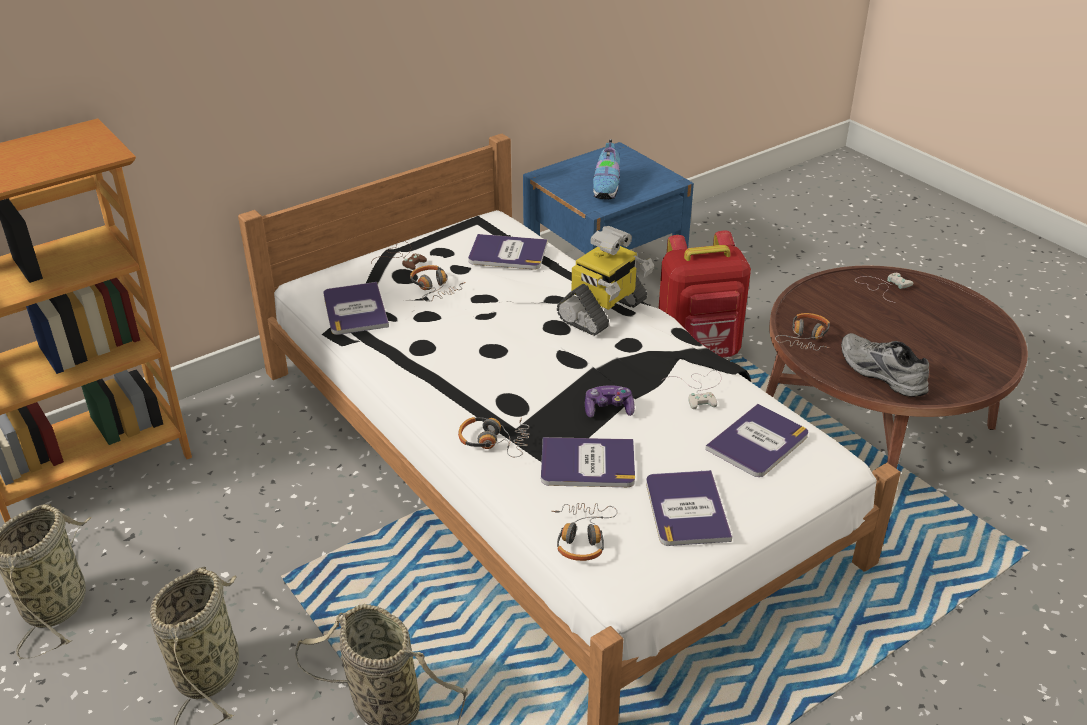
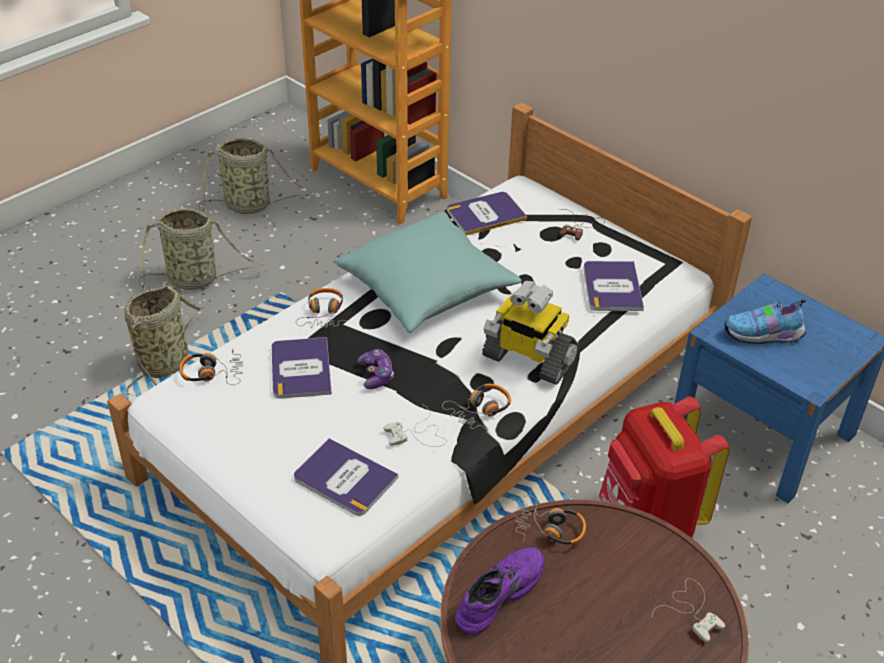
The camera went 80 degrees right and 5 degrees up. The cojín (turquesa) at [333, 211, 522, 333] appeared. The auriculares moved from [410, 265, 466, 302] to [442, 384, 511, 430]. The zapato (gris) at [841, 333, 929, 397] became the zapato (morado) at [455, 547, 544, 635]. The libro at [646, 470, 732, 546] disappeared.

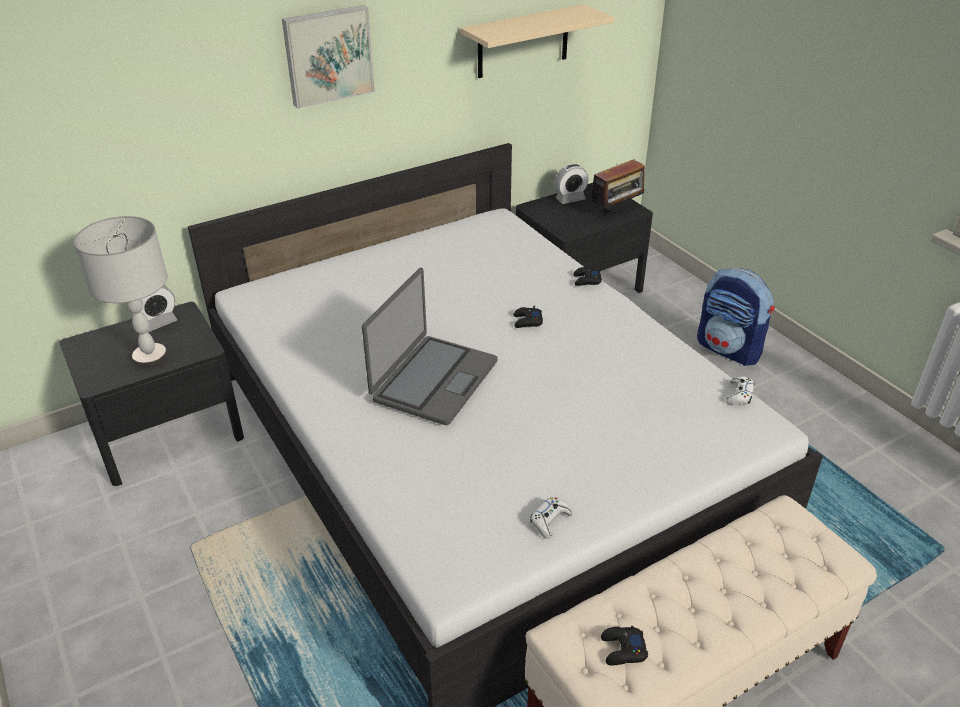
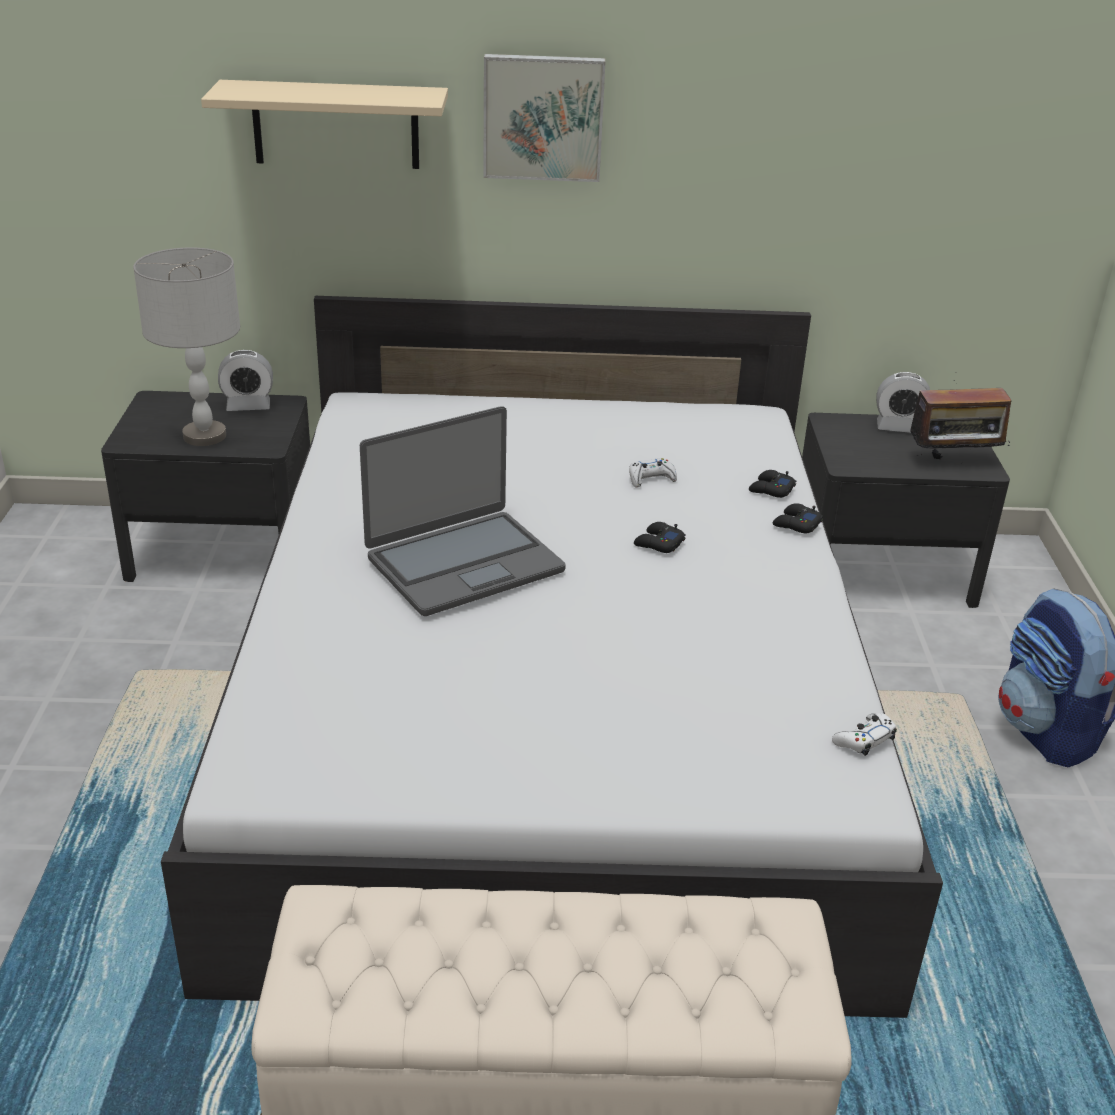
The camera went 30 degrees right and 5 degrees down. The estante (beis) moved from [460, 4, 614, 78] to [201, 80, 448, 169]. The mando de consola (blanco) moved from [530, 497, 572, 539] to [629, 458, 677, 488]. The mando de consola (negro) moved from [601, 626, 648, 666] to [749, 470, 796, 498].

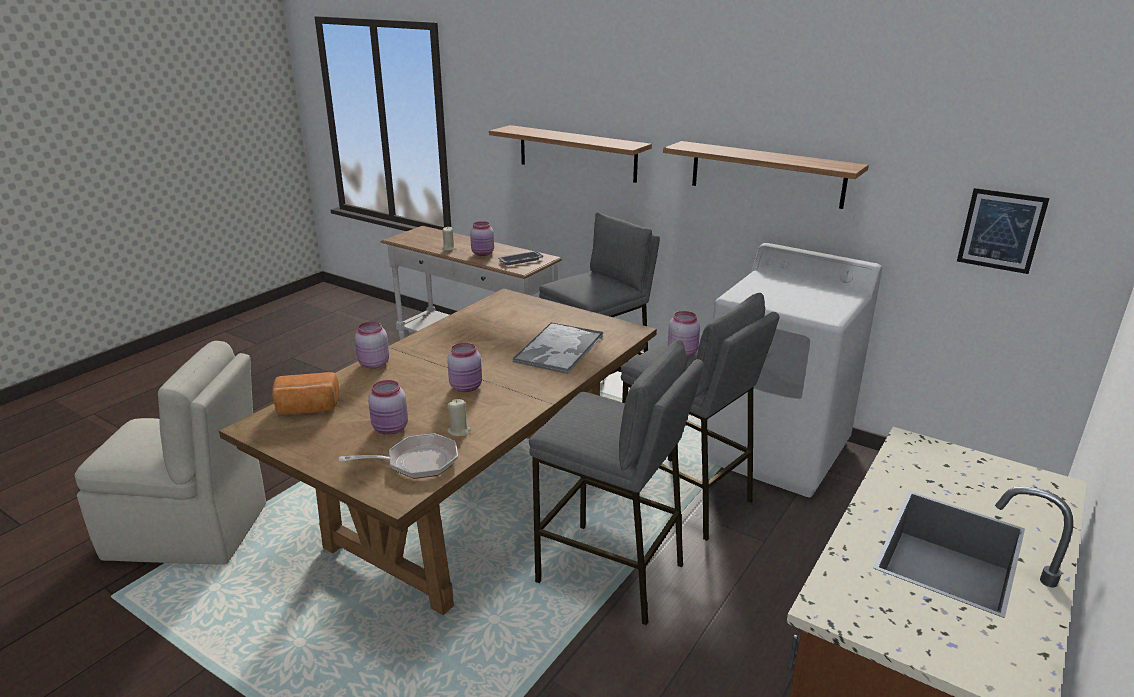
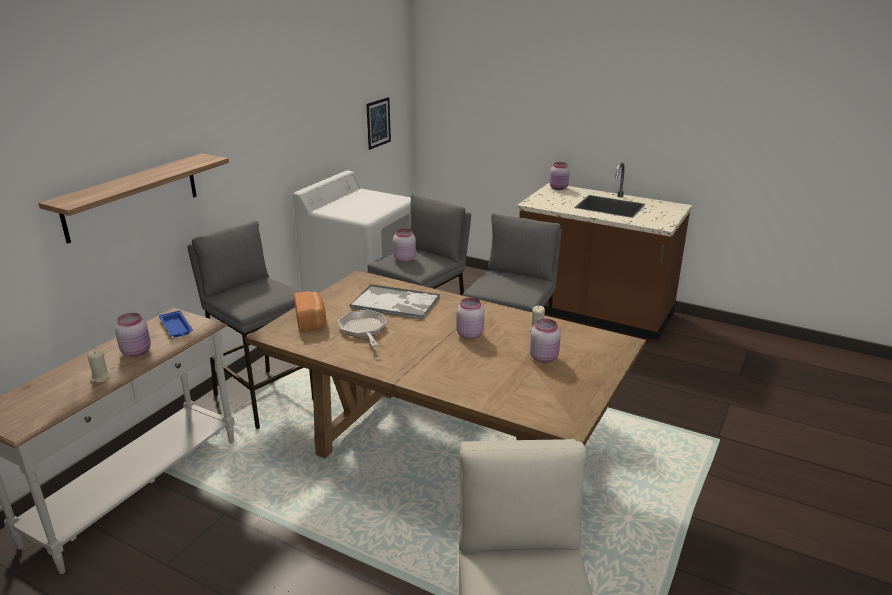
The camera went 95 degrees left and 0 degrees up. The bandeja (gris) at [498, 250, 543, 265] became the bandeja (azul) at [159, 310, 193, 337]. The pan moved from [272, 372, 339, 415] to [294, 291, 326, 332]. The sartén moved from [339, 433, 458, 479] to [338, 310, 387, 346]. The tarro (rosa) moved from [355, 322, 389, 369] to [550, 162, 569, 190]. The estante at [663, 141, 869, 209] disappeared.

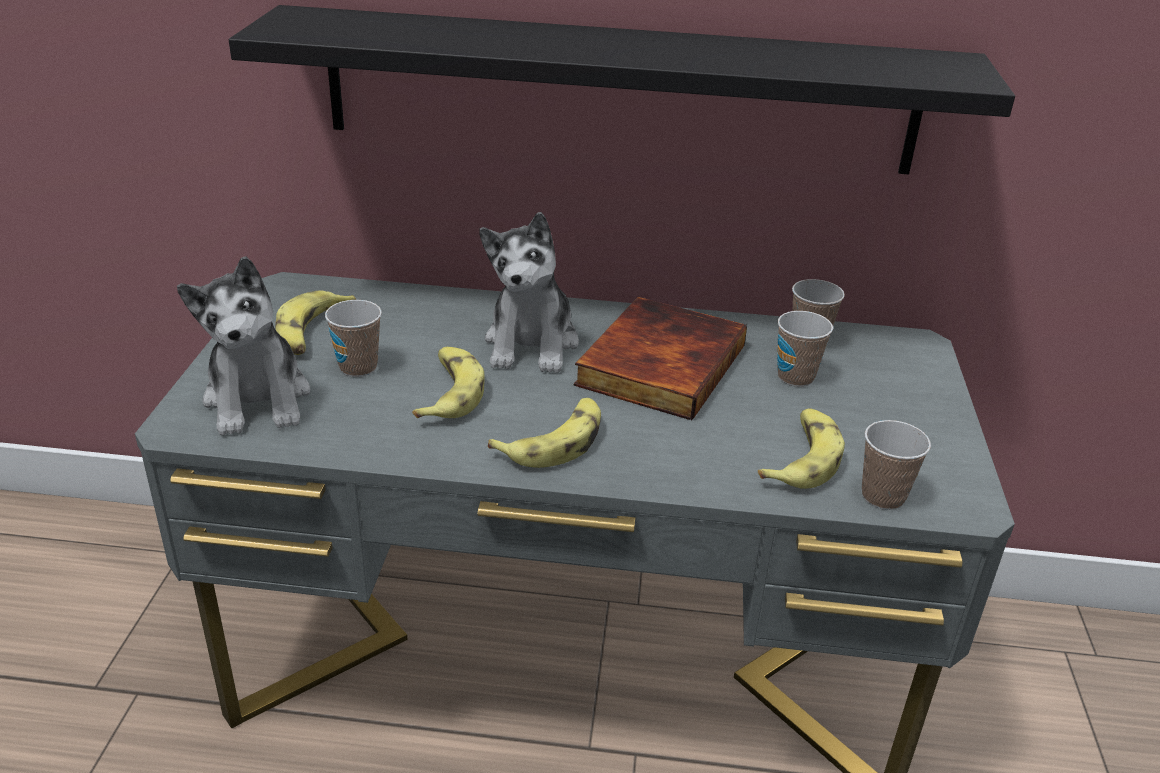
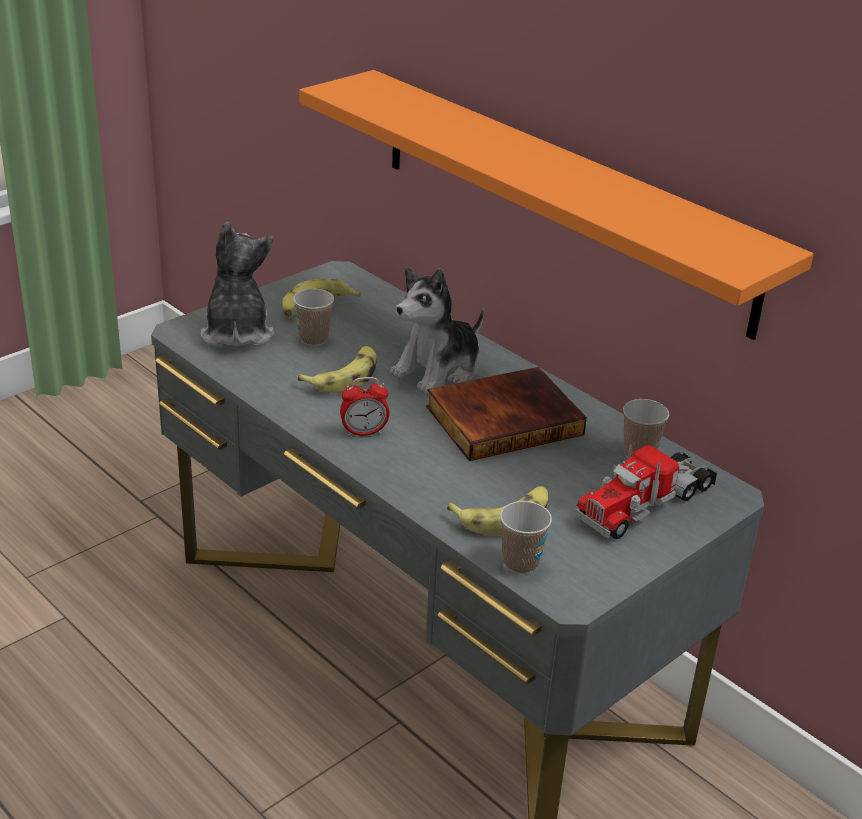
The camera went 40 degrees right and 0 degrees up. The peluche at [177, 256, 310, 436] turned 150 degrees clockwise. The estante (negro) at [229, 5, 1015, 174] became the estante (naranja) at [299, 70, 814, 340]. The plátano at [488, 398, 601, 468] was replaced by the despertador at [340, 377, 390, 437]. The camión de juguete at [575, 444, 718, 539] appeared. The taza at [777, 311, 833, 387] disappeared.

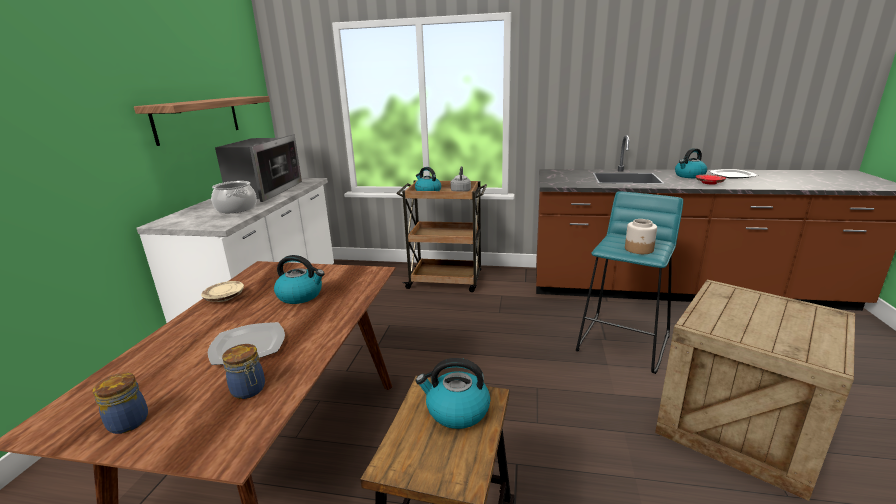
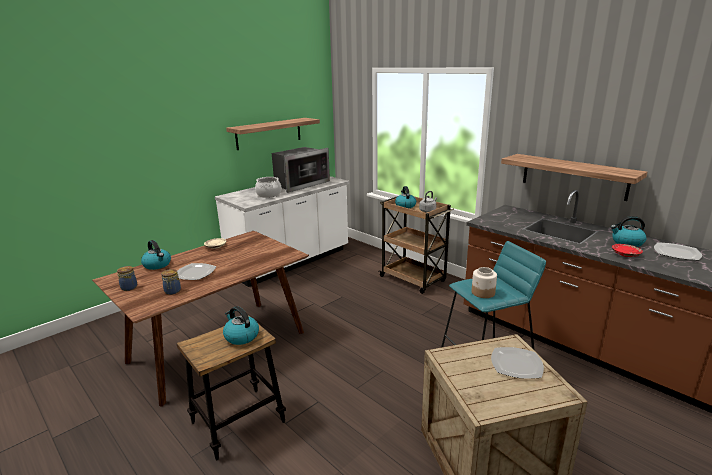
The camera went 35 degrees right and 0 degrees up. The hervidor moved from [274, 255, 325, 304] to [141, 240, 171, 270]. The plato at [491, 347, 544, 379] appeared. The estante at [501, 154, 648, 201] appeared.

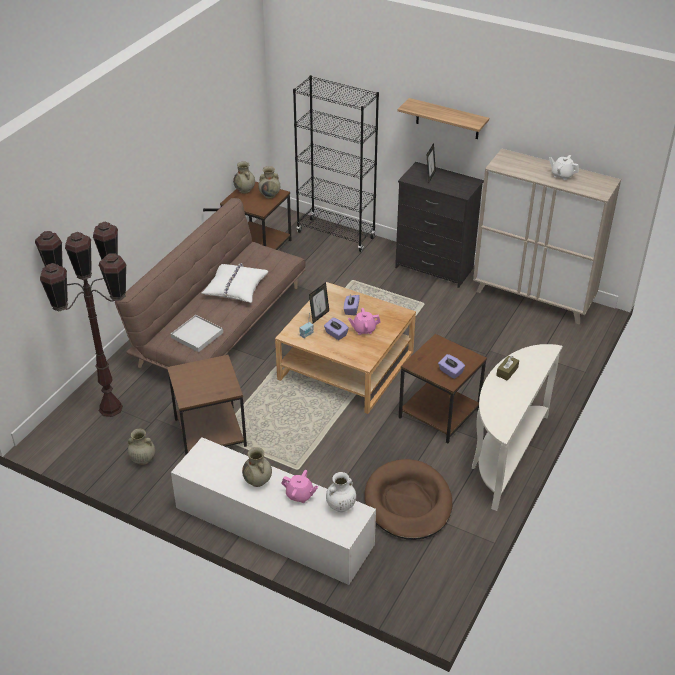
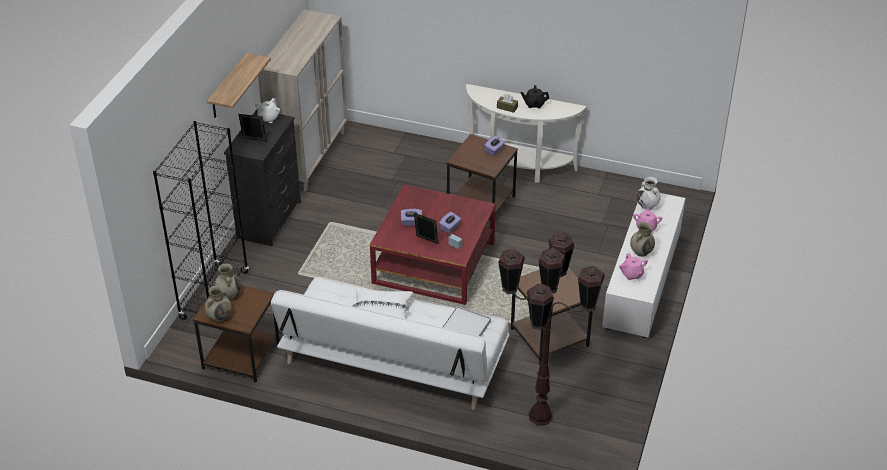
The camera went 100 degrees left and 0 degrees up. The tetera (blanco) moved from [549, 155, 579, 180] to [255, 98, 280, 123]. The sofá (marrón) at [115, 198, 306, 369] became the sofá (blanco) at [271, 277, 510, 410]. The mesa de centro (beis) at [275, 282, 416, 414] became the mesa de centro (rojo) at [370, 185, 496, 305]. The tetera (negro) at [521, 85, 549, 108] appeared. The tetera (rosa) moved from [348, 308, 381, 335] to [619, 253, 648, 280]. The florero (beis) at [128, 429, 155, 465] disappeared. The cama para perro (marrón) at [365, 459, 452, 540] disappeared.

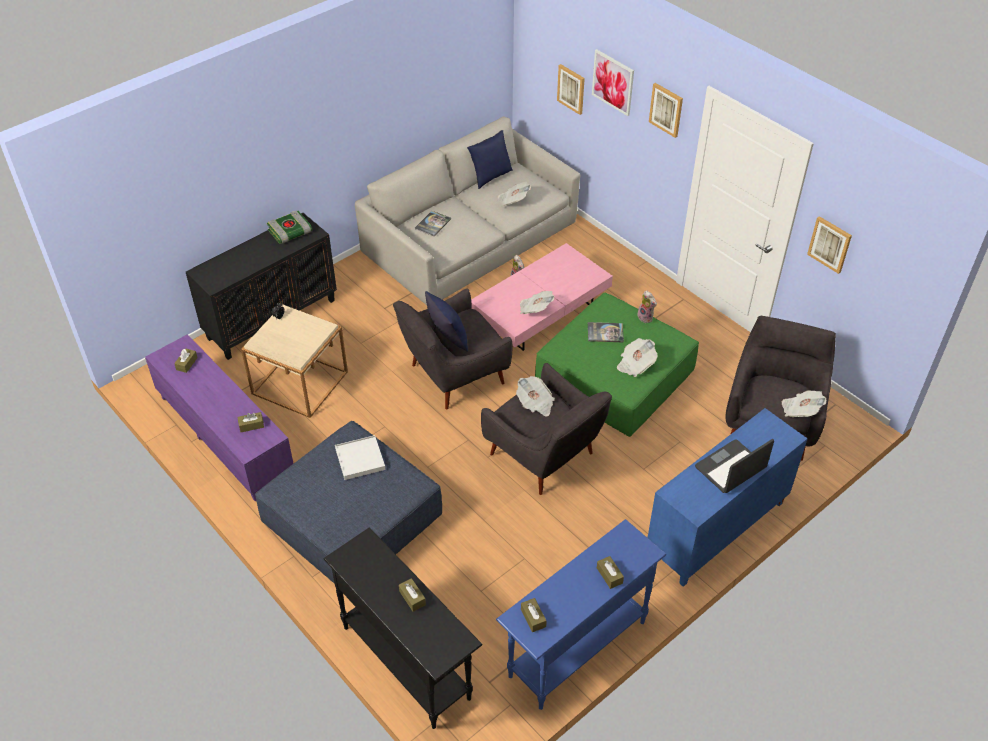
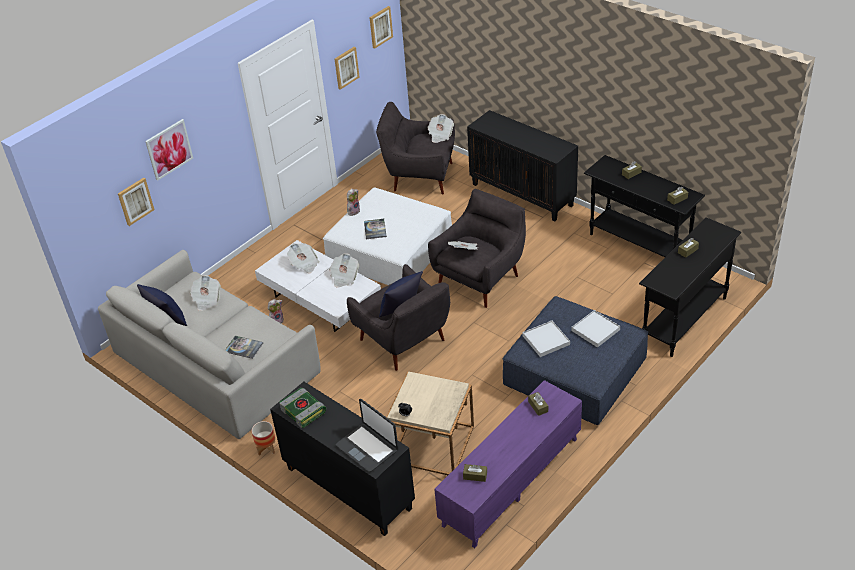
The camera went 95 degrees left and 5 degrees down. The maceta at [252, 421, 275, 456] appeared. The mesa de centro (rosa) at [471, 243, 613, 351] became the mesa de centro (blanco) at [255, 240, 381, 332]. The periódico moved from [617, 338, 657, 377] to [287, 243, 320, 273]. The puf (verde) at [535, 293, 699, 437] became the puf (blanco) at [323, 187, 452, 285]. The portátil moved from [695, 439, 774, 493] to [336, 399, 398, 472]. The cuadro moved from [649, 83, 683, 138] to [369, 6, 393, 49]. The armario (azul) at [647, 408, 808, 587] became the armario (negro) at [467, 110, 578, 221]. The bandeja (blanco) at [571, 310, 620, 348] appeared. The mesa consola (azul) at [496, 519, 666, 710] became the mesa consola (negro) at [584, 155, 705, 257].

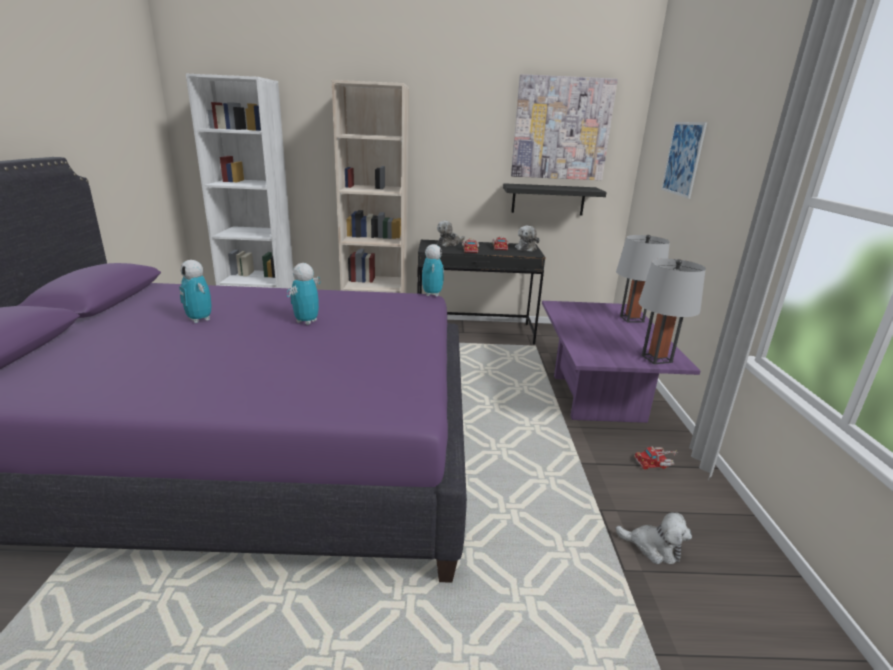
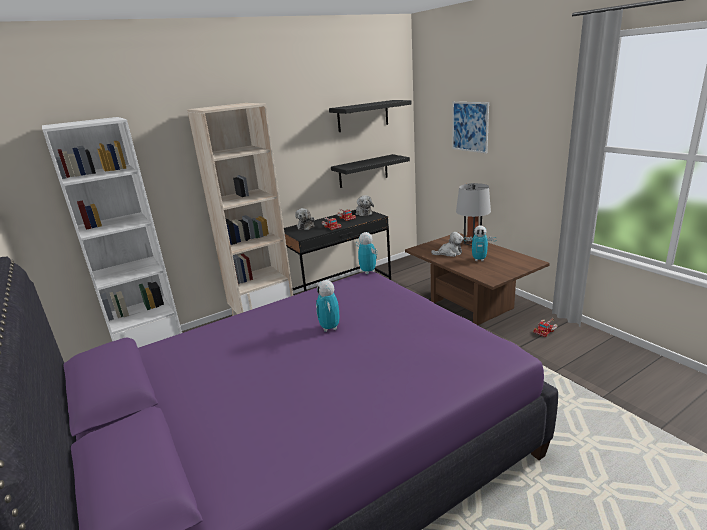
The camera went 30 degrees left and 0 degrees up. The cuadro at [511, 74, 618, 180] was replaced by the estante (negro) at [329, 100, 411, 132]. The mesa de centro (morado) at [542, 301, 701, 423] became the mesa de centro (marrón) at [405, 233, 550, 325]. The peluche moved from [615, 512, 692, 564] to [431, 232, 464, 257]. The robot de juguete moved from [179, 260, 211, 323] to [464, 225, 497, 261]. The lámpara de mesa (gris) at [639, 258, 706, 364] disappeared.

